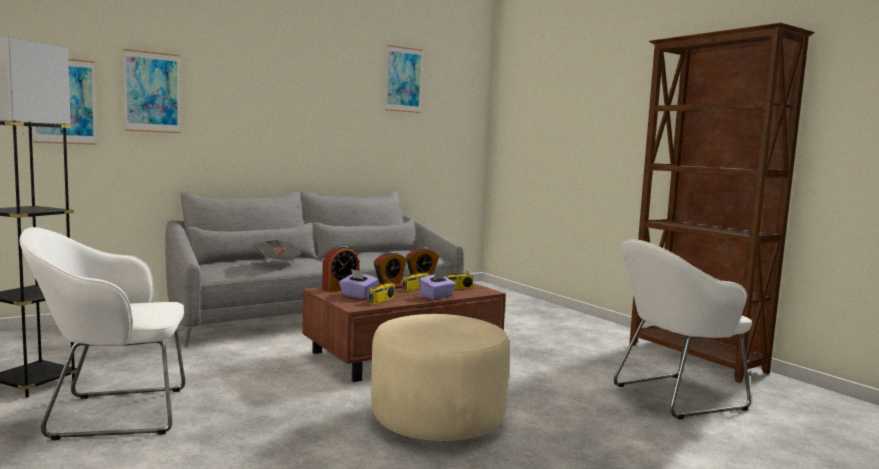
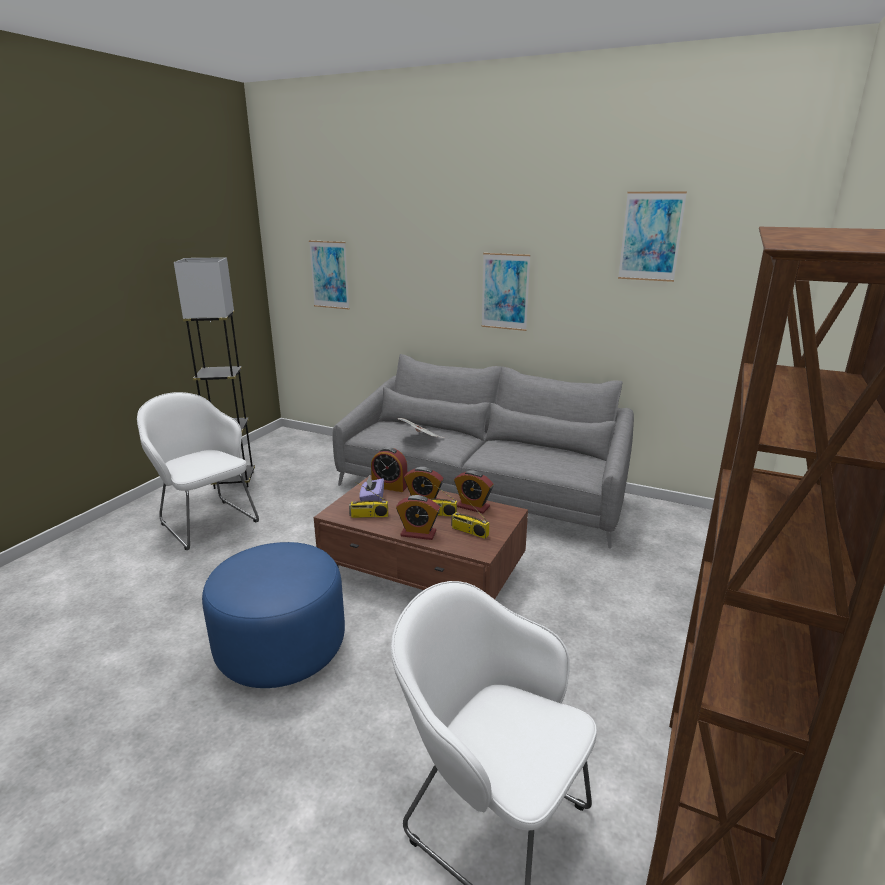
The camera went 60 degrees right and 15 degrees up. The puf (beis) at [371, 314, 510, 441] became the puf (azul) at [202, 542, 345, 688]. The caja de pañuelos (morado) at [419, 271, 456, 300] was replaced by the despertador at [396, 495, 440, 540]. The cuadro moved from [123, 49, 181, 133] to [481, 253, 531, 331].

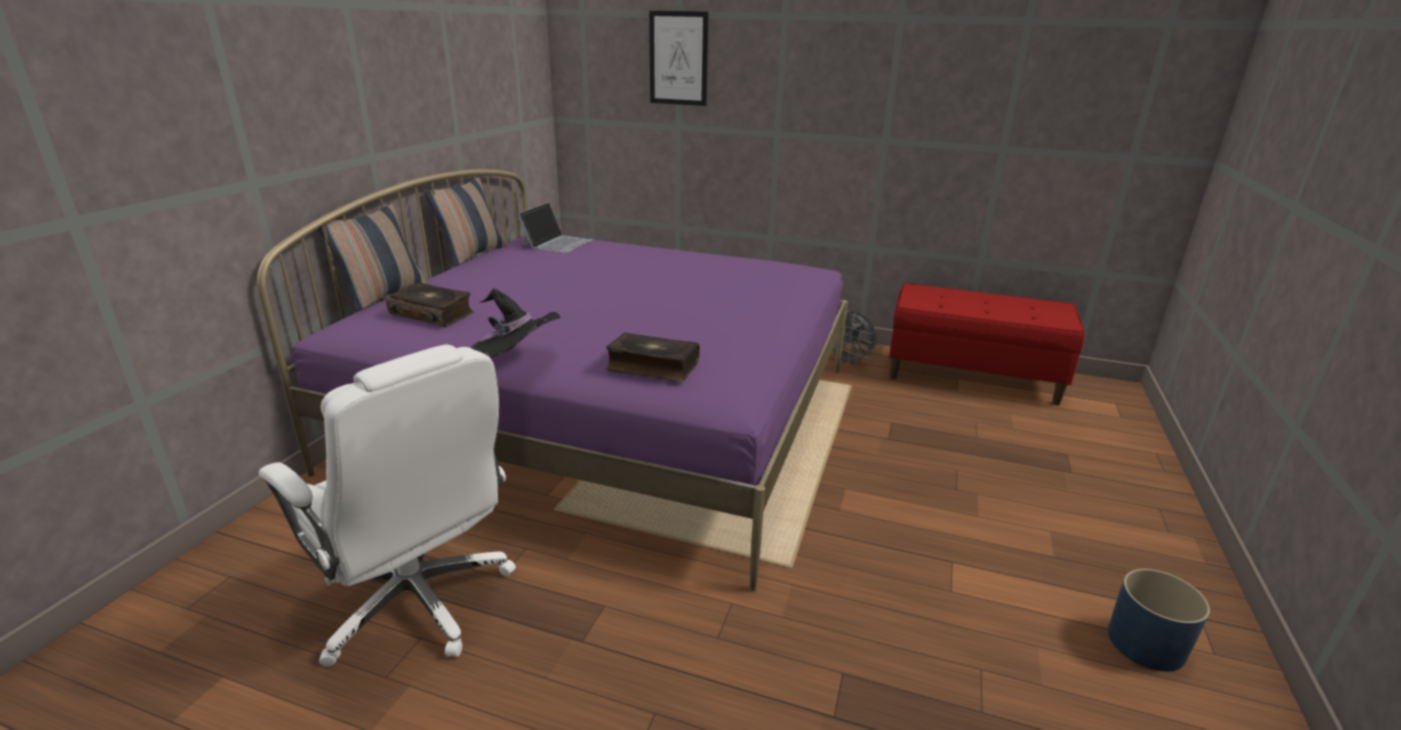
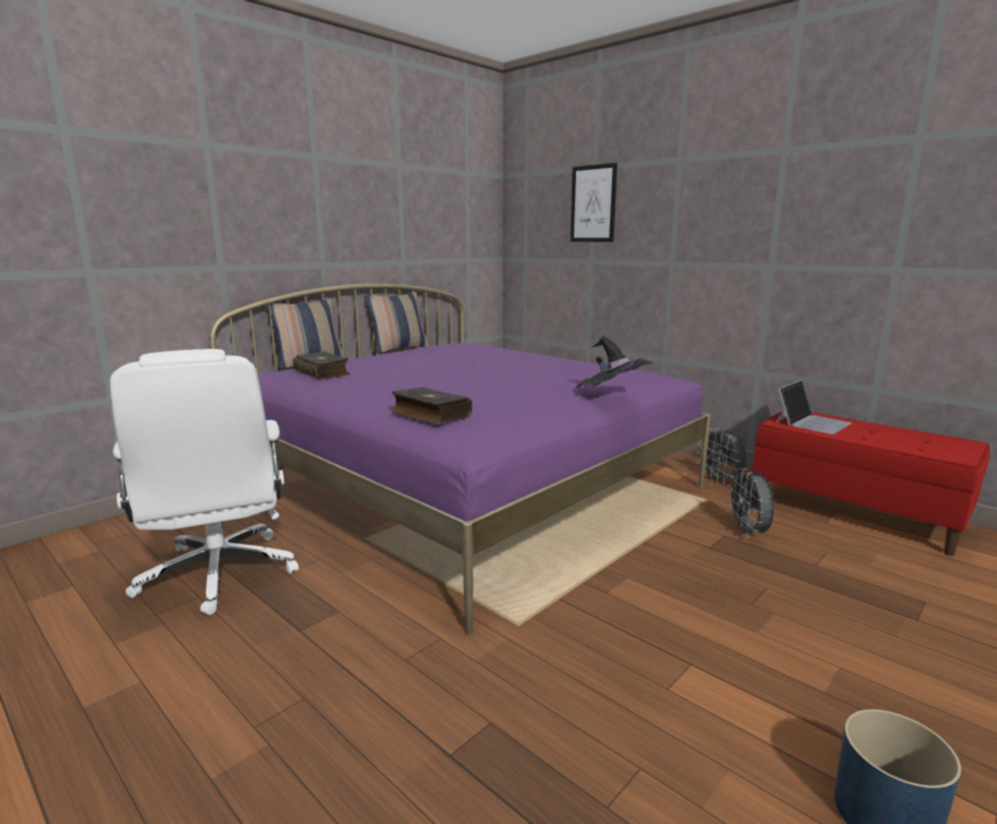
The camera went 25 degrees right and 10 degrees down. The sombrero (negro) moved from [471, 289, 560, 358] to [573, 336, 652, 391]. The ventilador (gris) at [726, 468, 774, 538] appeared. The portátil moved from [518, 202, 593, 253] to [776, 380, 852, 434].

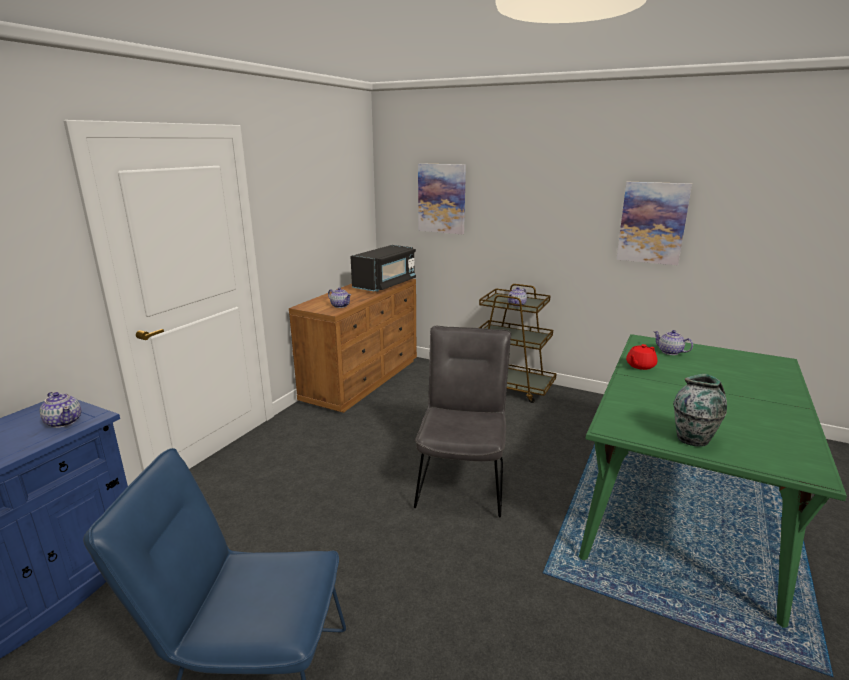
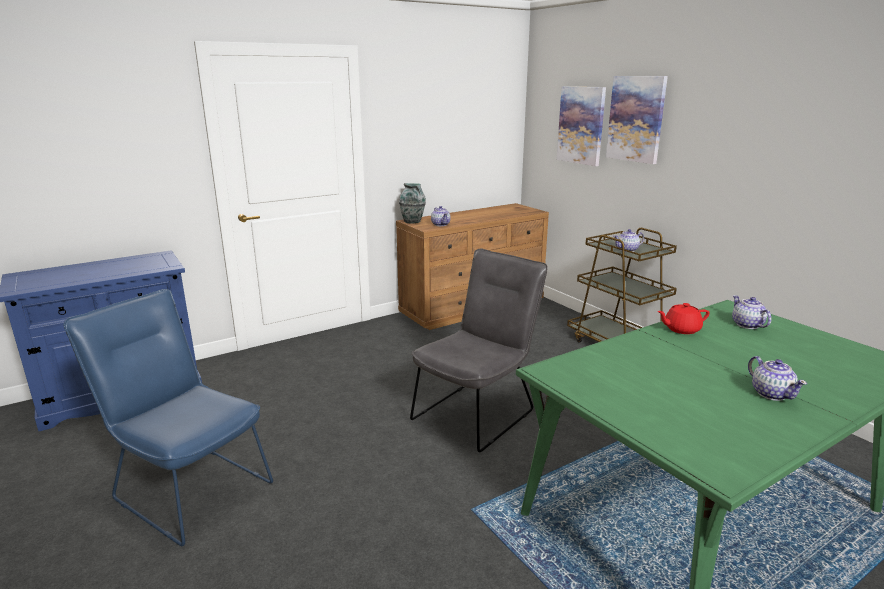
The camera went 30 degrees right and 0 degrees up. The florero moved from [674, 374, 727, 447] to [399, 183, 426, 223]. The cuadro moved from [616, 182, 692, 265] to [606, 76, 668, 164]. The tetera moved from [40, 392, 81, 428] to [748, 356, 807, 401]. The microondas (negro) at [350, 245, 416, 292] disappeared.

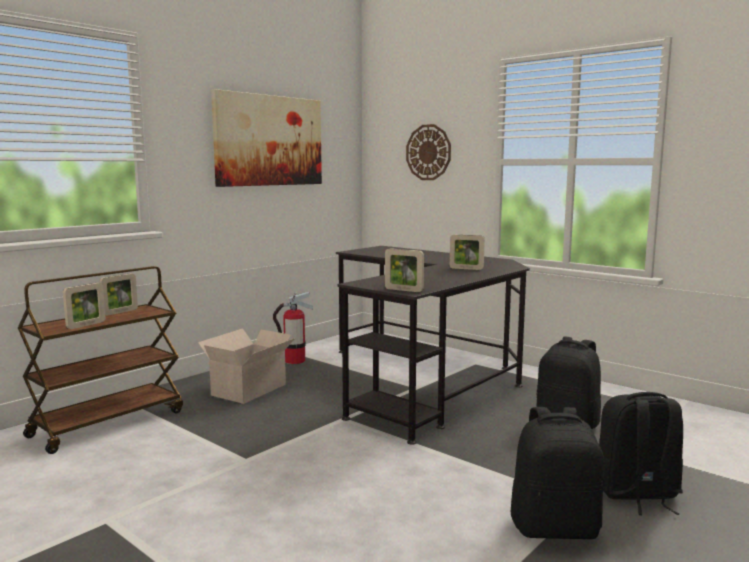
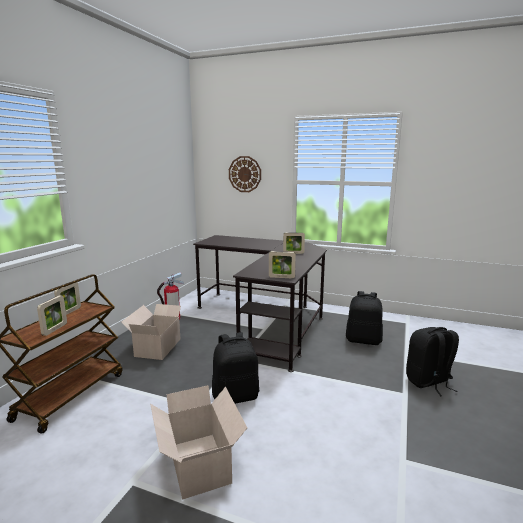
The camera went 20 degrees left and 5 degrees up. The caja de cartón at [150, 385, 247, 500] appeared. The mochila (negro) moved from [511, 407, 605, 539] to [212, 332, 259, 404]. The cuadro at [211, 89, 322, 187] disappeared.

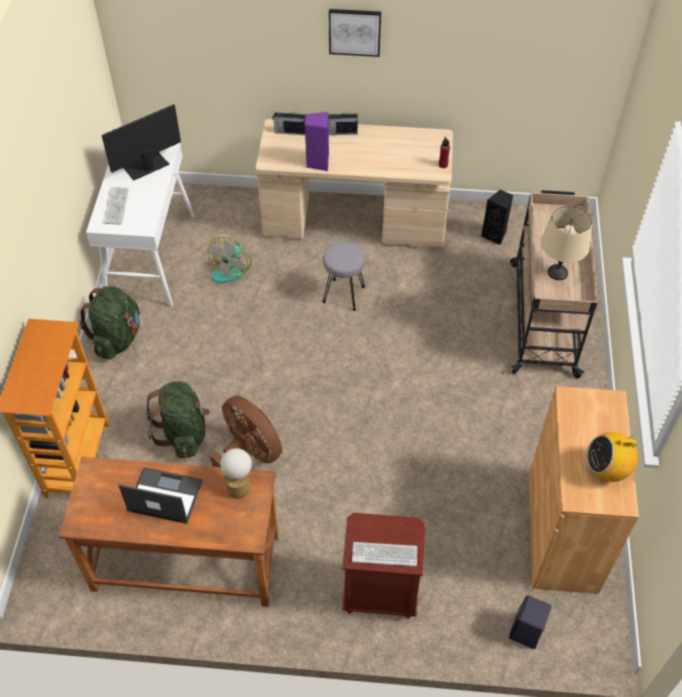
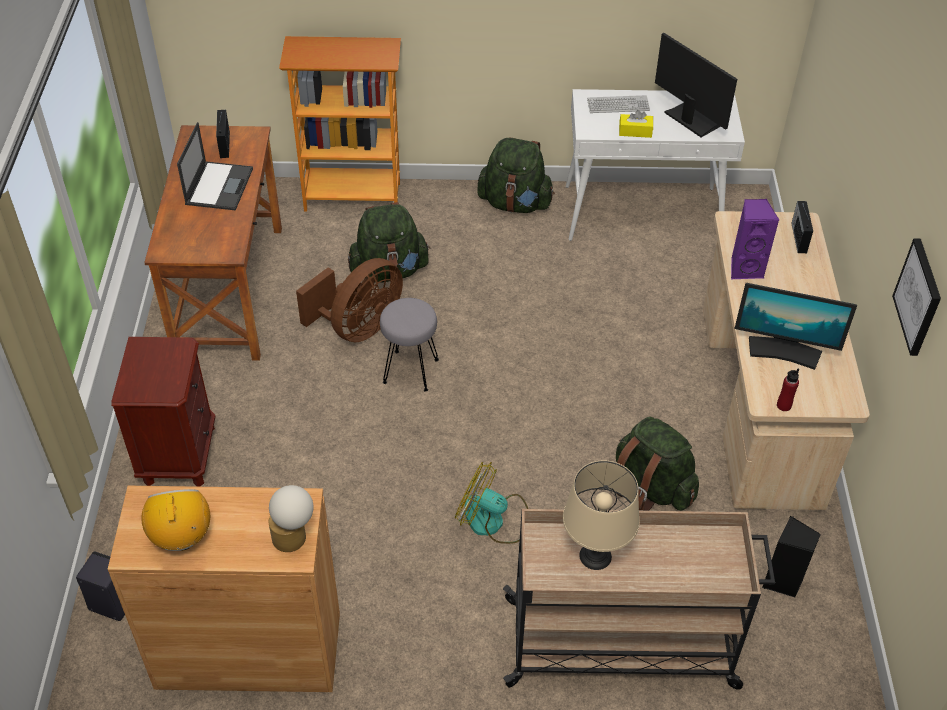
The camera went 85 degrees right and 5 degrees down. The radio moved from [328, 111, 358, 135] to [216, 110, 230, 158]. The lámpara de mesa moved from [220, 448, 252, 499] to [269, 485, 314, 552]. The taburete (gris) moved from [323, 241, 365, 311] to [380, 298, 439, 392]. The ventilador moved from [208, 237, 251, 283] to [455, 462, 528, 544]. The mochila (verde) at [616, 416, 699, 511] appeared. The caja de pañuelos (amarillo) at [619, 110, 653, 138] appeared. The monitor at [734, 283, 857, 370] appeared. The cuadro moved from [329, 9, 381, 57] to [892, 239, 941, 356]. The teclado at [352, 542, 417, 567] disappeared.

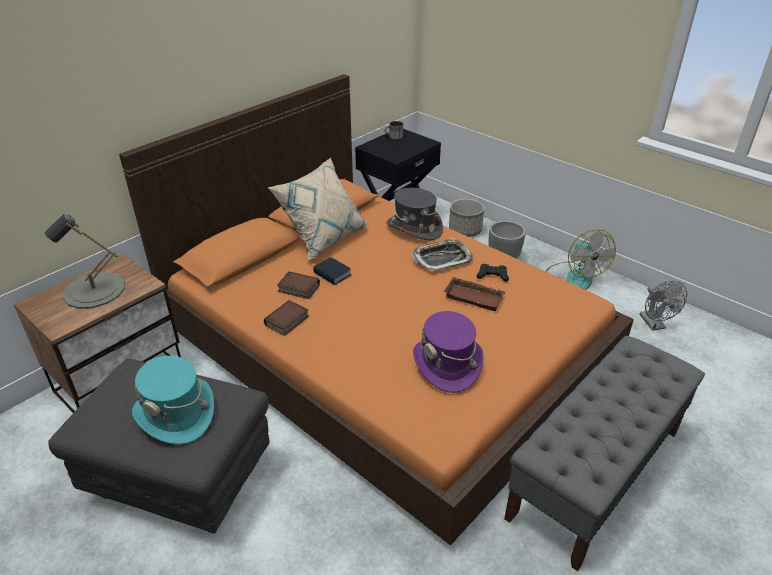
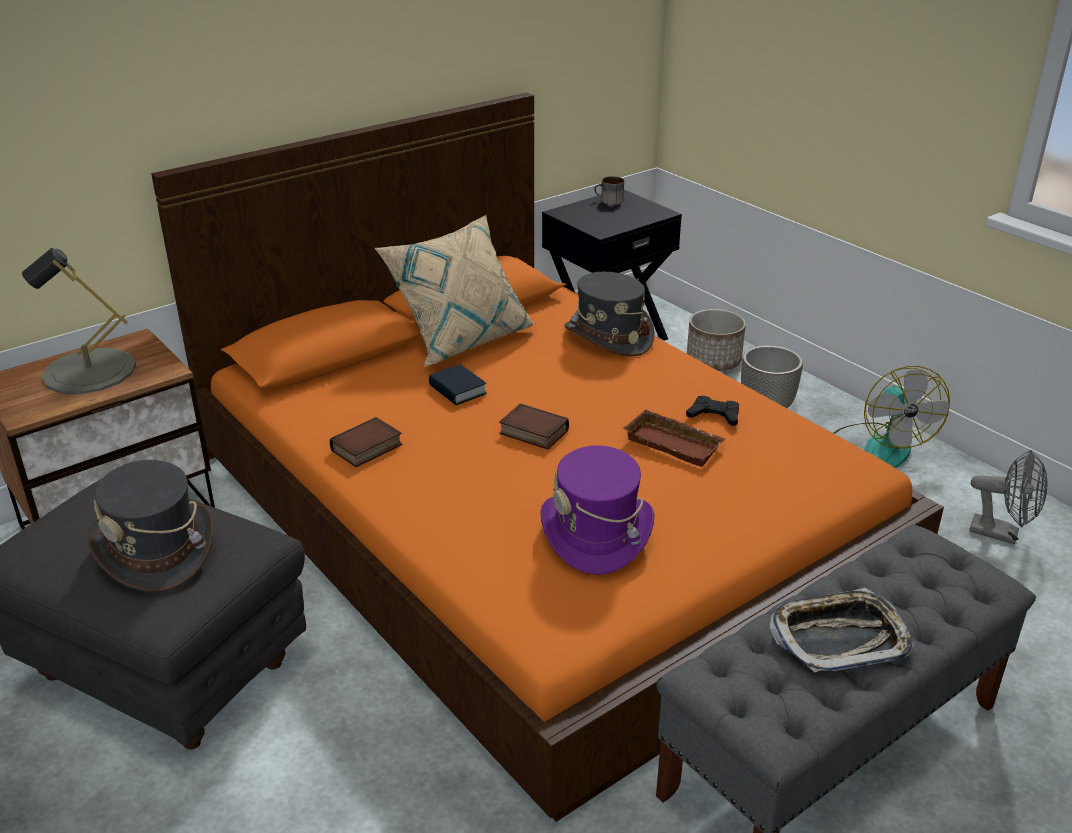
The camera went 10 degrees right and 5 degrees down. The sombrero (turquesa) at [132, 356, 214, 445] became the sombrero (gris) at [89, 460, 214, 593]. The libro moved from [277, 271, 320, 299] to [499, 404, 569, 449]. The bandeja moved from [412, 238, 474, 271] to [770, 588, 914, 672]. The ventilador (gris) at [639, 281, 687, 331] turned 60 degrees counterclockwise.

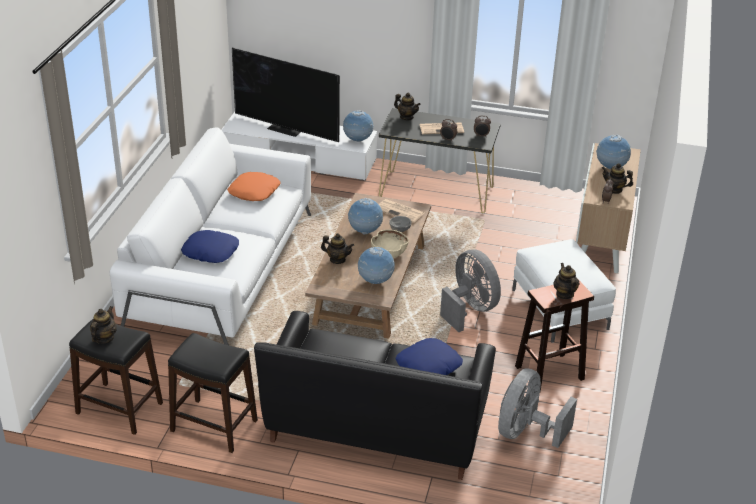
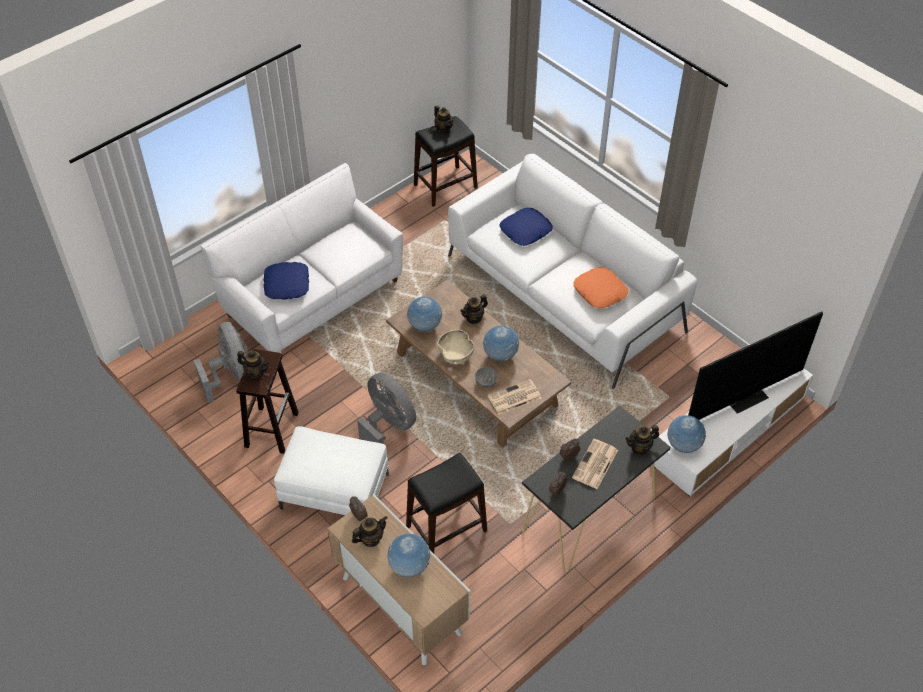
The camera went 125 degrees right and 15 degrees up. The sofá (negro) at [254, 311, 496, 480] became the sofá (blanco) at [201, 163, 403, 353]. The ventilador (gris) at [440, 249, 501, 333] turned 135 degrees counterclockwise. The taburete (negro) moved from [168, 333, 258, 453] to [406, 453, 487, 554].

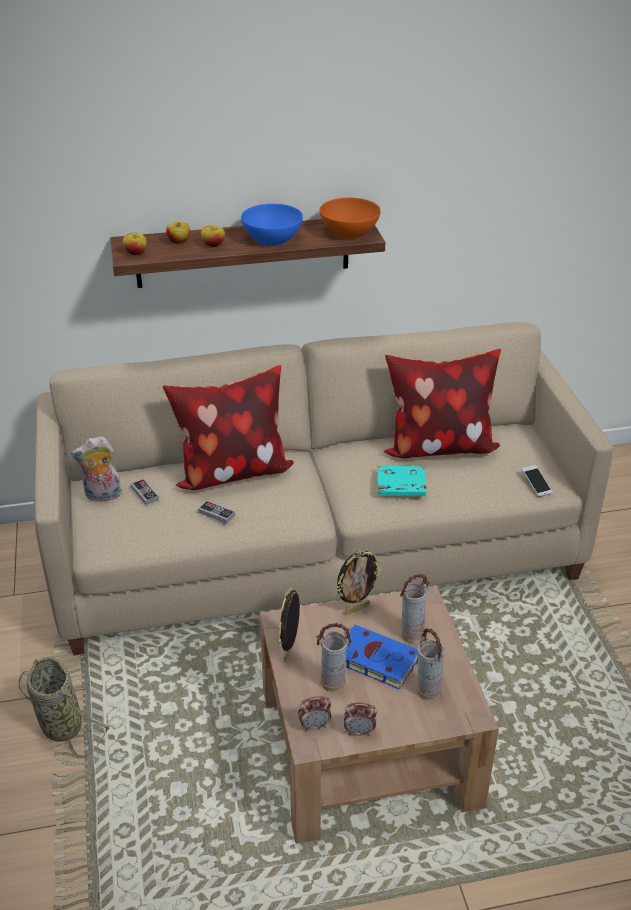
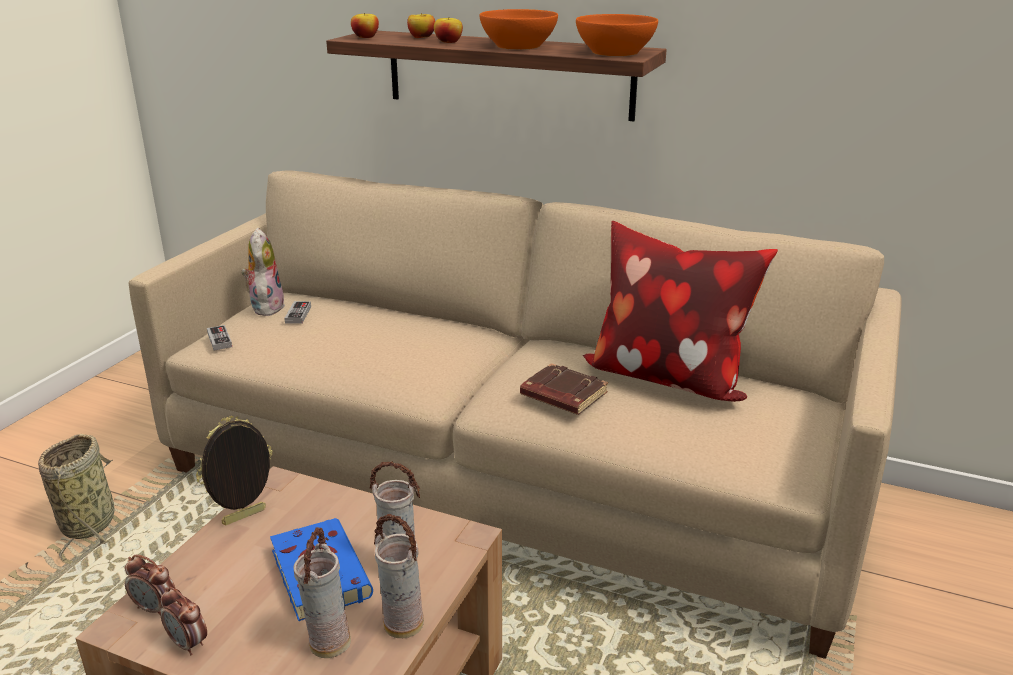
The camera went 35 degrees right and 10 degrees down. The mando de consola moved from [198, 501, 235, 524] to [207, 325, 232, 350]. The peluche at [71, 436, 123, 501] turned 60 degrees clockwise. The florero moved from [316, 623, 352, 692] to [374, 514, 424, 638]. The cuenco (azul) at [241, 204, 303, 246] became the cuenco (naranja) at [479, 9, 558, 50]. The libro (turquesa) at [377, 465, 426, 496] became the libro (marrón) at [520, 363, 608, 415]. The cojín at [163, 365, 294, 490] disappeared. The portarretratos at [335, 550, 381, 615] disappeared. The móvil at [521, 465, 553, 497] disappeared.

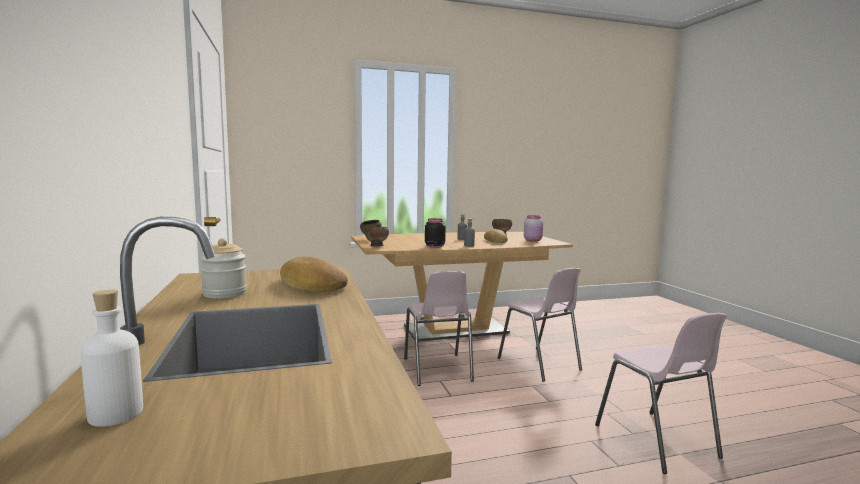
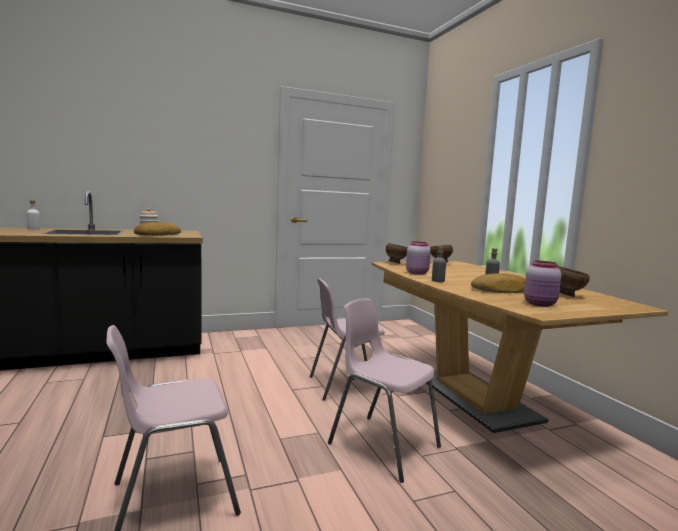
The camera went 85 degrees right and 0 degrees up. The silla (rosa) at [498, 268, 582, 382] turned 75 degrees clockwise. The tarro (negro) at [425, 218, 446, 248] became the tarro (rosa) at [406, 241, 431, 275].

